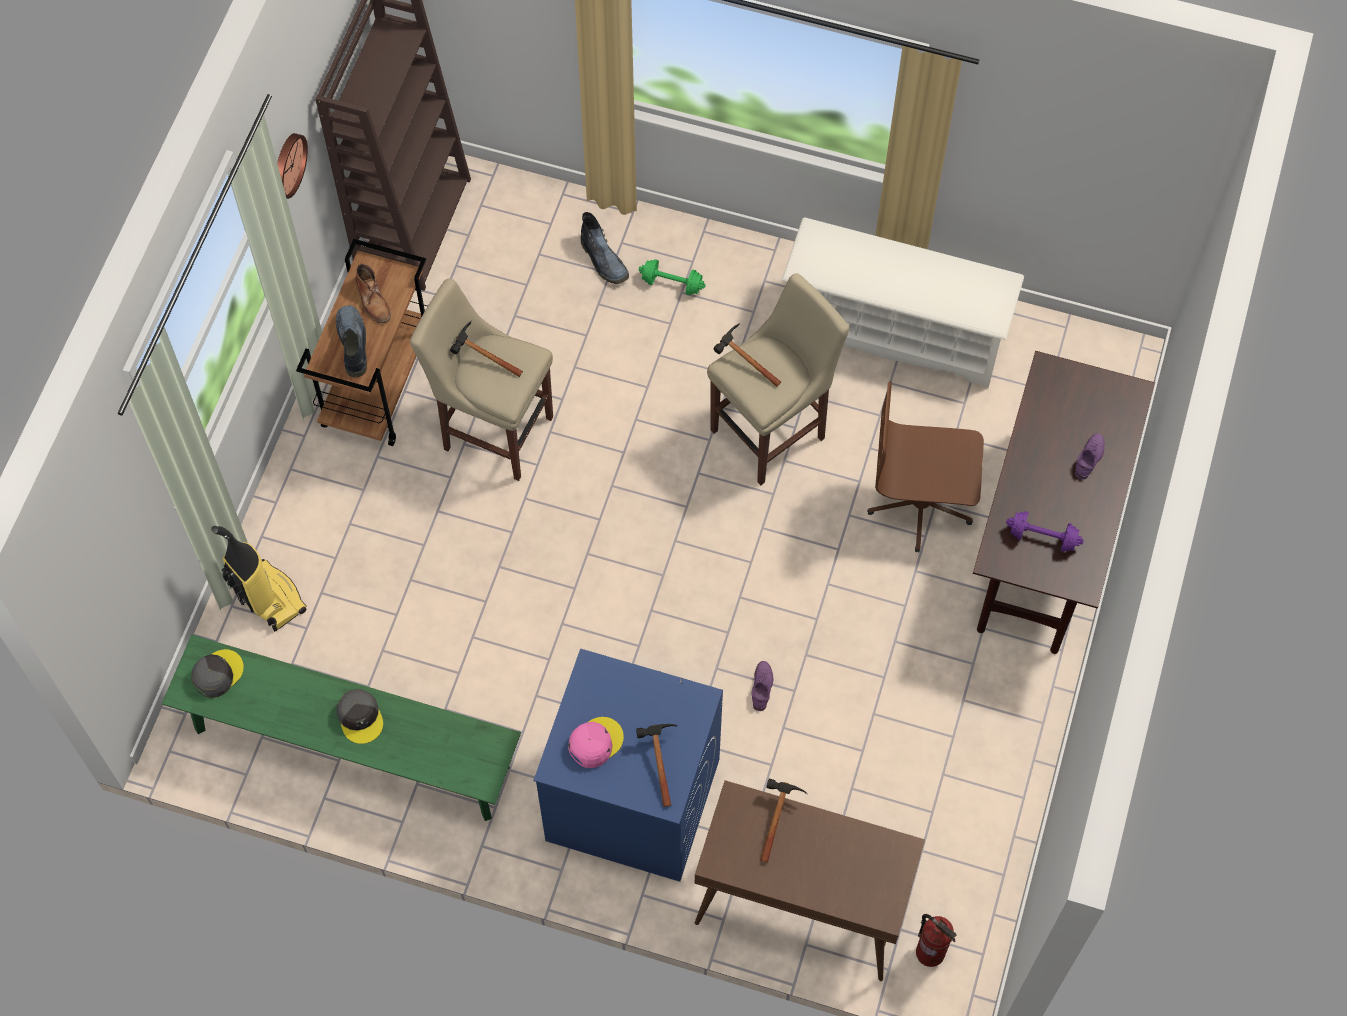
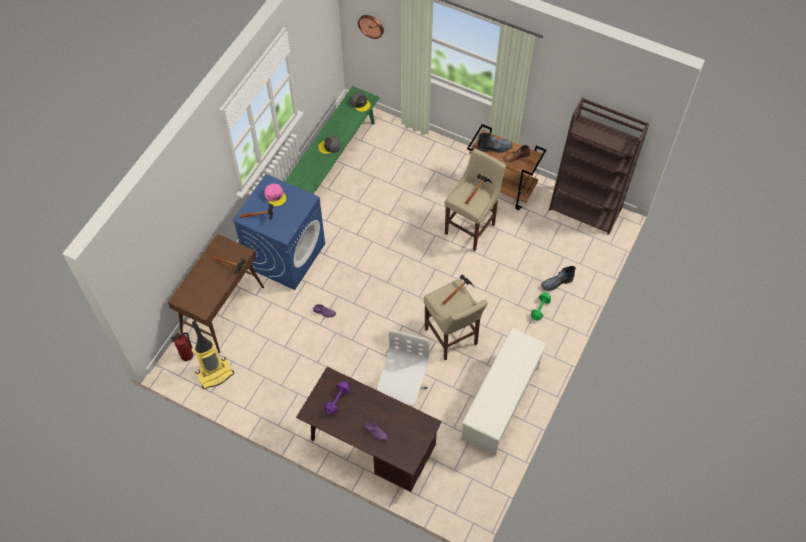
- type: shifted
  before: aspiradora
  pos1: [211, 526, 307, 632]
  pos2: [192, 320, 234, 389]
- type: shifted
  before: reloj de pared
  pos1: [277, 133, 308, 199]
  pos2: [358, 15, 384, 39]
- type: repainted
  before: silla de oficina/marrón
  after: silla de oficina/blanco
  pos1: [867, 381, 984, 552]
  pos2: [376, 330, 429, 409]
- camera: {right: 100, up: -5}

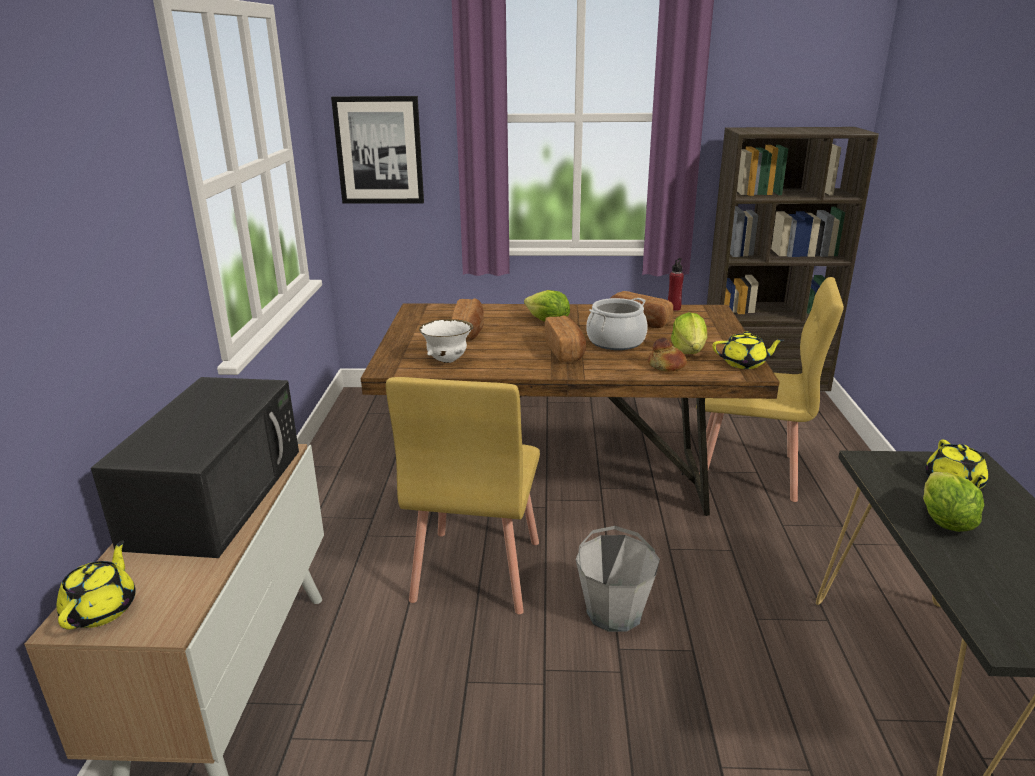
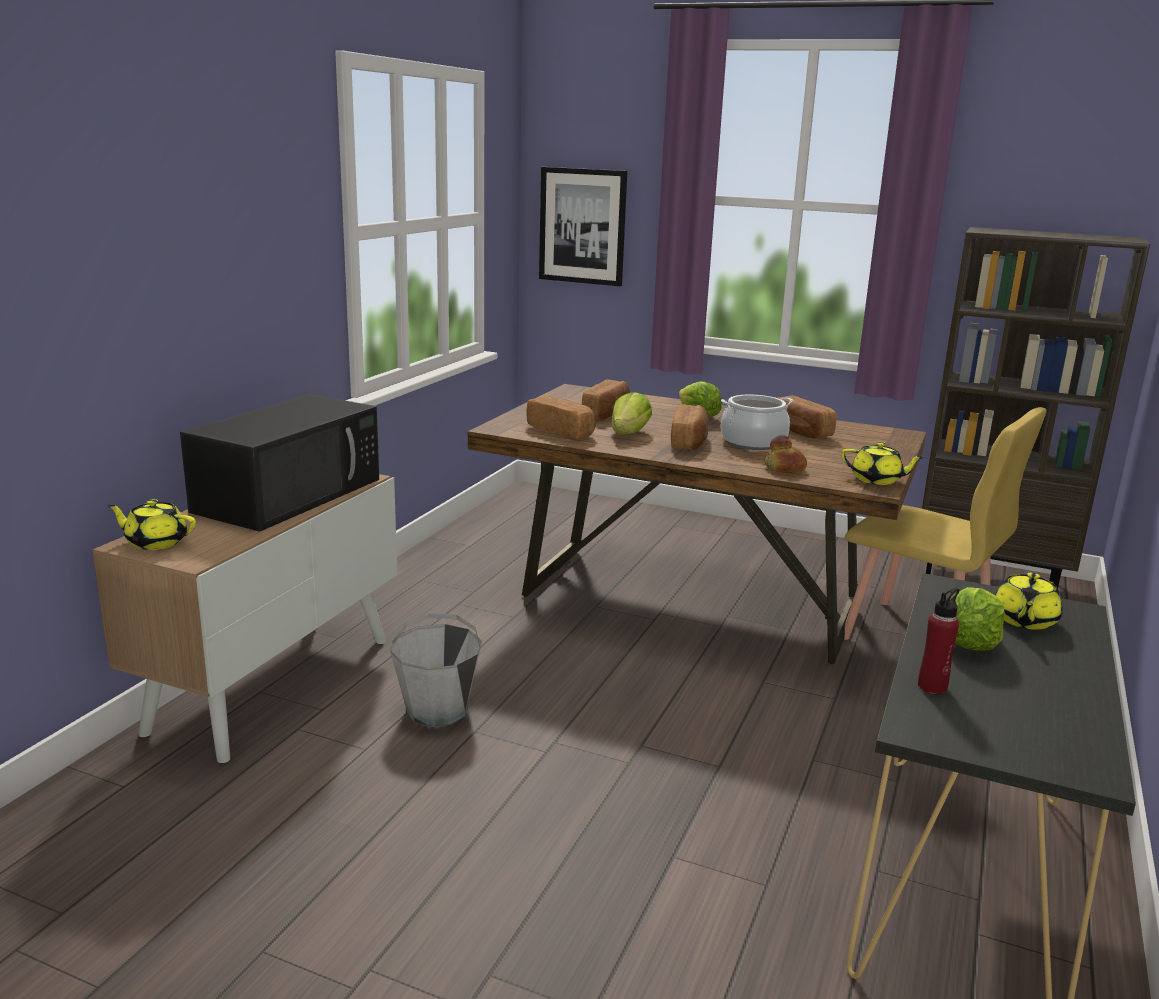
- type: rotated
  before: tetera/amarillo
  pos1: [57, 540, 136, 629]
  pos2: [107, 499, 196, 550]
  turn: -105
- type: gone
  before: silla/amarillo
  pos1: [386, 377, 540, 614]
- type: swapped
  before: cuenco/blanco
  after: pan
  pos1: [419, 319, 473, 363]
  pos2: [526, 396, 596, 439]
- type: shifted
  before: cubo/gris
  pos1: [576, 526, 660, 632]
  pos2: [390, 613, 482, 727]
- type: shifted
  before: botella/rojo
  pos1: [668, 258, 684, 311]
  pos2: [918, 588, 959, 694]
- type: shifted
  before: lechuga
  pos1: [671, 312, 707, 354]
  pos2: [611, 392, 652, 434]
- camera: {right: 20, up: -5}

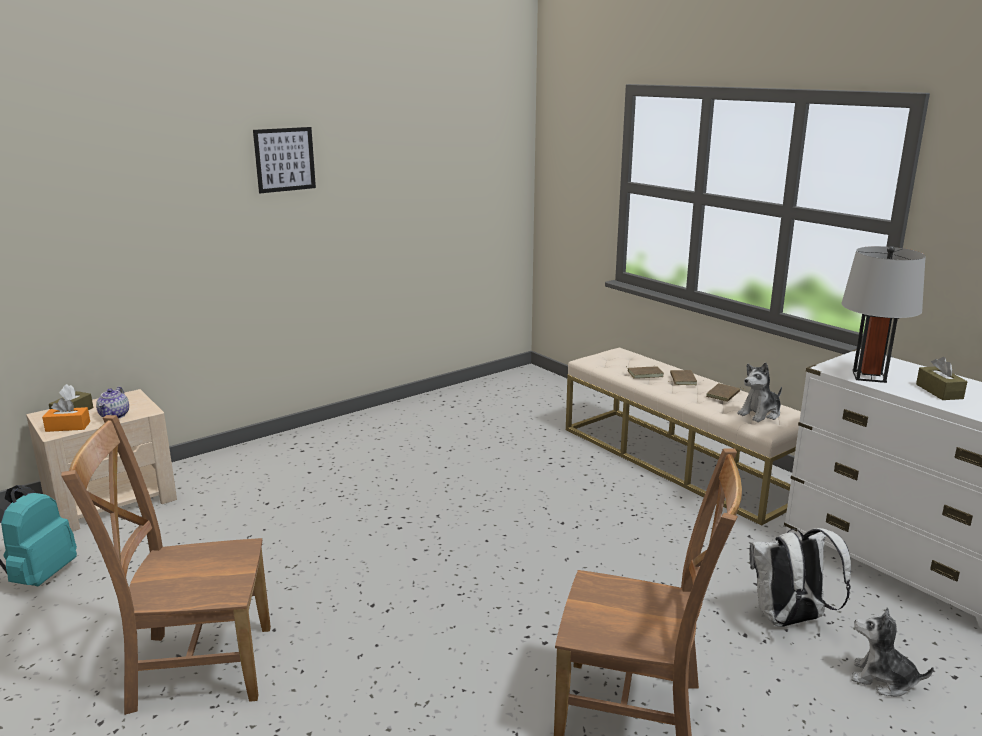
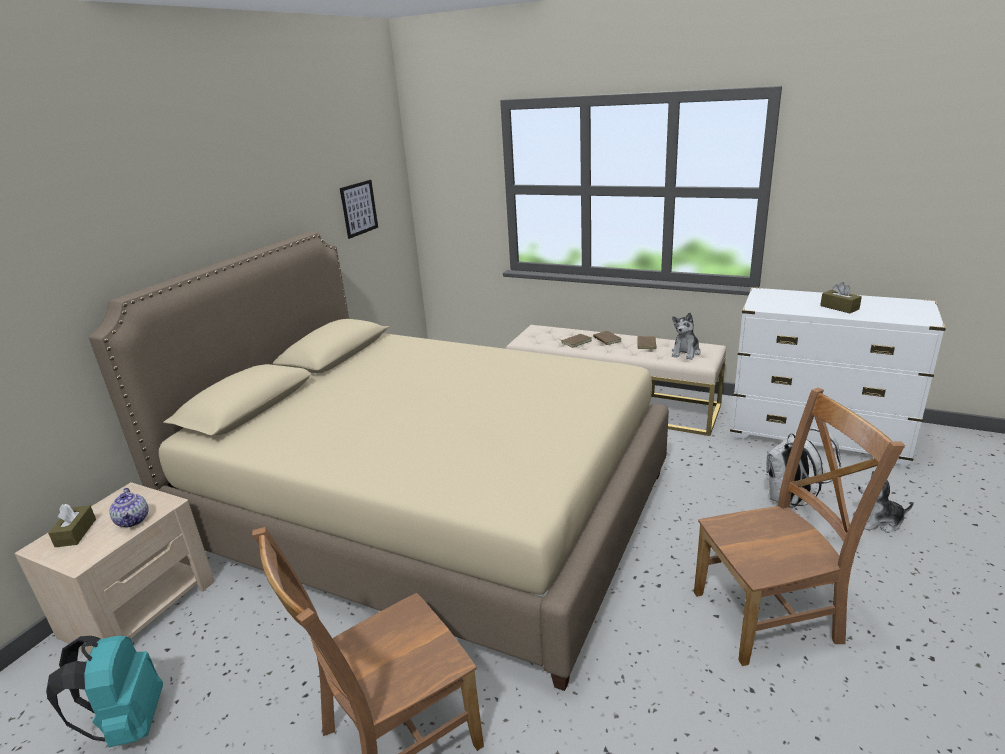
- type: gone
  before: caja de pañuelos/naranja
  pos1: [42, 398, 90, 432]
- type: shifted
  before: cuadro
  pos1: [253, 127, 316, 193]
  pos2: [340, 180, 378, 239]
- type: gone
  before: lámpara de mesa/gris
  pos1: [842, 246, 926, 383]
- type: new
  after: cama/beis
  pos2: [89, 232, 669, 691]
- camera: {right: -25, up: 5}

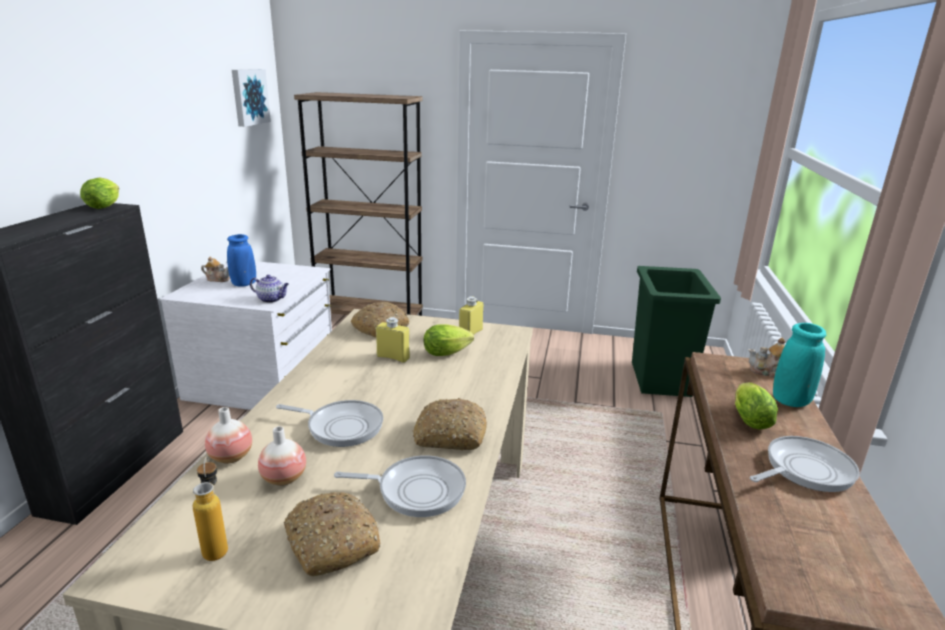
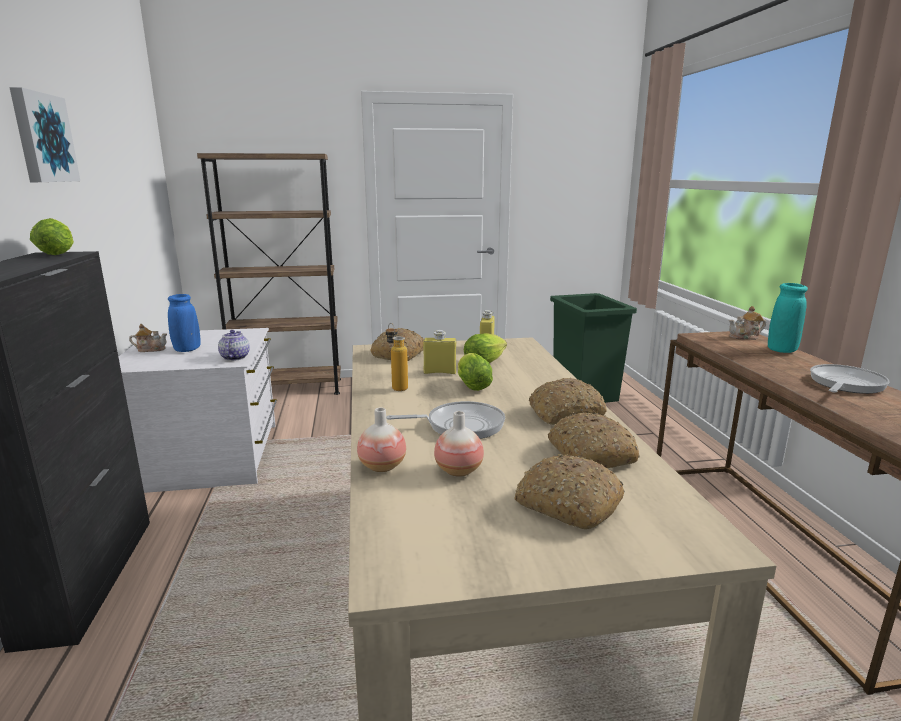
- type: shifted
  before: botella
  pos1: [193, 456, 228, 561]
  pos2: [386, 323, 408, 391]
- type: shifted
  before: cuadro
  pos1: [232, 69, 271, 127]
  pos2: [9, 87, 80, 182]
- type: rotated
  before: tetera
  pos1: [250, 275, 289, 303]
  pos2: [218, 330, 250, 361]
  turn: -90
- type: swapped
  before: sartén
  after: pan
  pos1: [334, 455, 466, 517]
  pos2: [548, 413, 640, 468]
- type: shifted
  before: lechuga
  pos1: [735, 382, 778, 430]
  pos2: [458, 353, 493, 391]
- camera: {right: -20, up: -5}

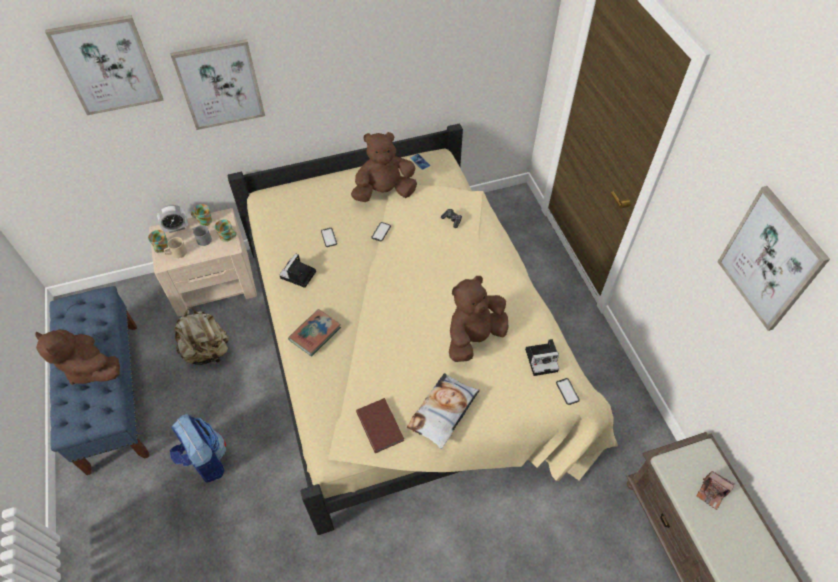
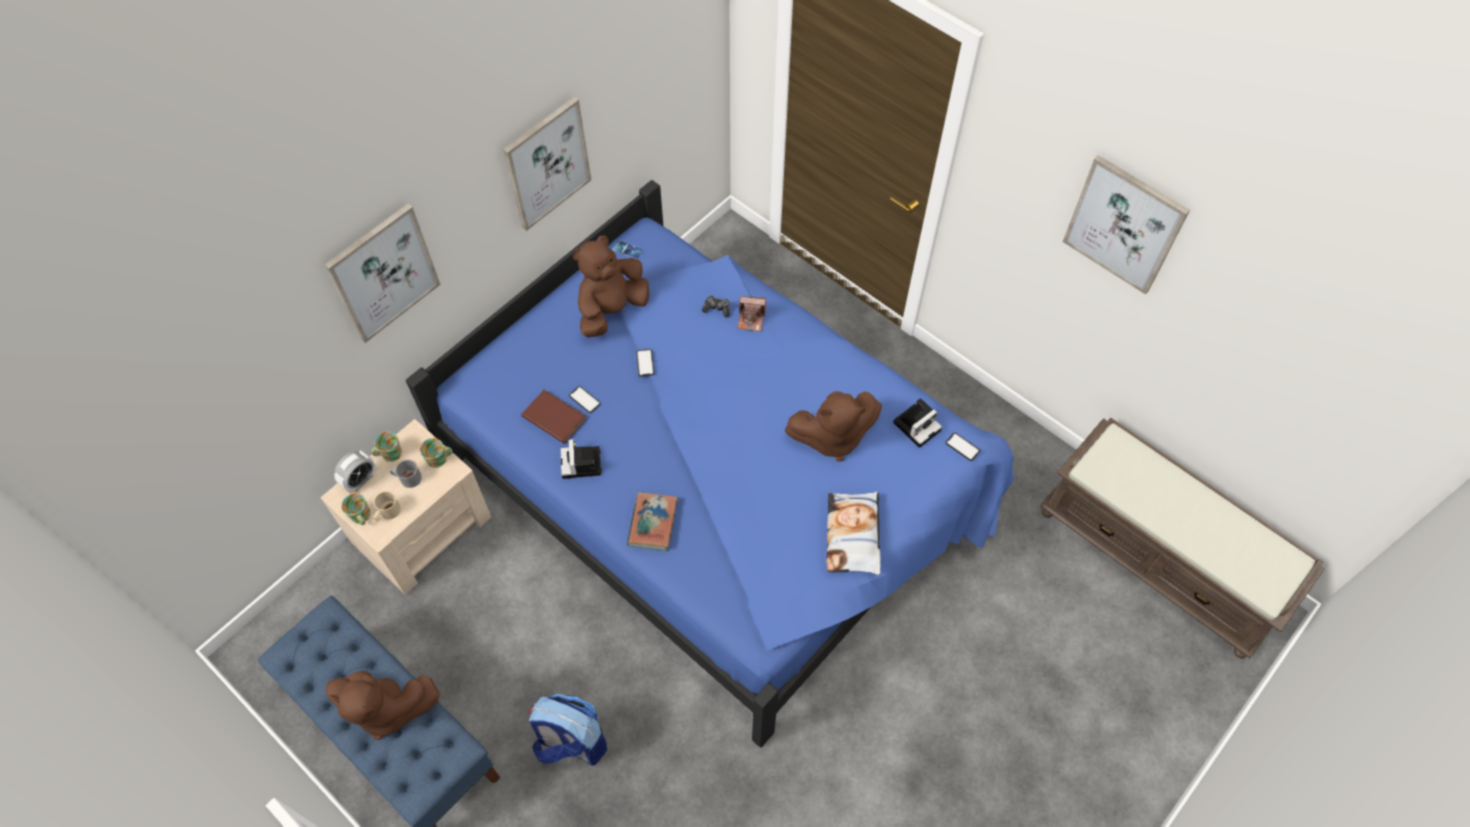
- type: shifted
  before: cuadro
  pos1: [45, 15, 163, 115]
  pos2: [503, 97, 591, 231]
- type: gone
  before: mochila/beis
  pos1: [174, 307, 229, 366]
- type: repainted
  before: cama/beis
  after: cama/azul
  pos1: [227, 124, 618, 535]
  pos2: [406, 180, 1014, 748]
- type: shifted
  before: libro/marrón
  pos1: [356, 398, 404, 453]
  pos2: [521, 390, 586, 444]
- type: rotated
  before: peluche/marrón
  pos1: [449, 276, 509, 362]
  pos2: [785, 391, 882, 462]
  turn: -120
- type: shifted
  before: cámara
  pos1: [696, 471, 735, 510]
  pos2: [738, 296, 766, 331]
- camera: {right: -30, up: 5}

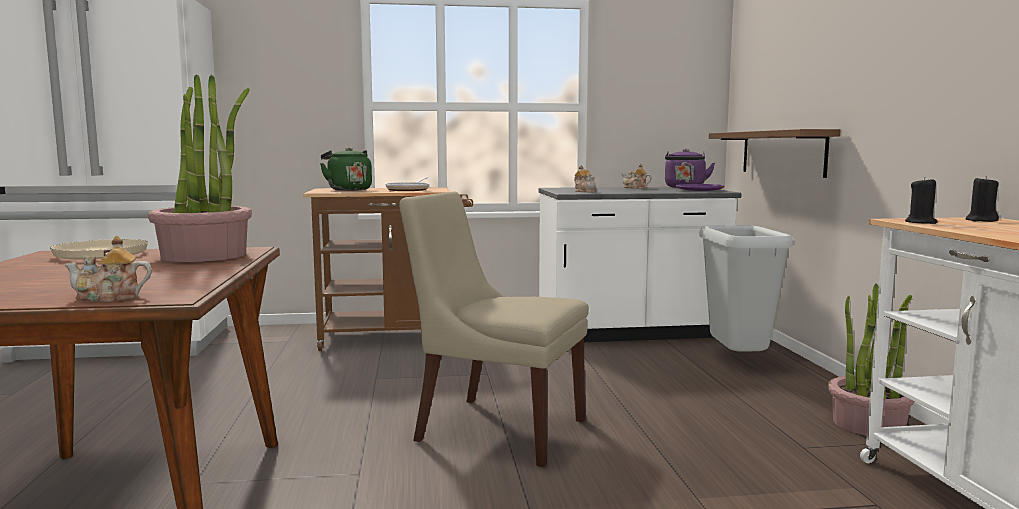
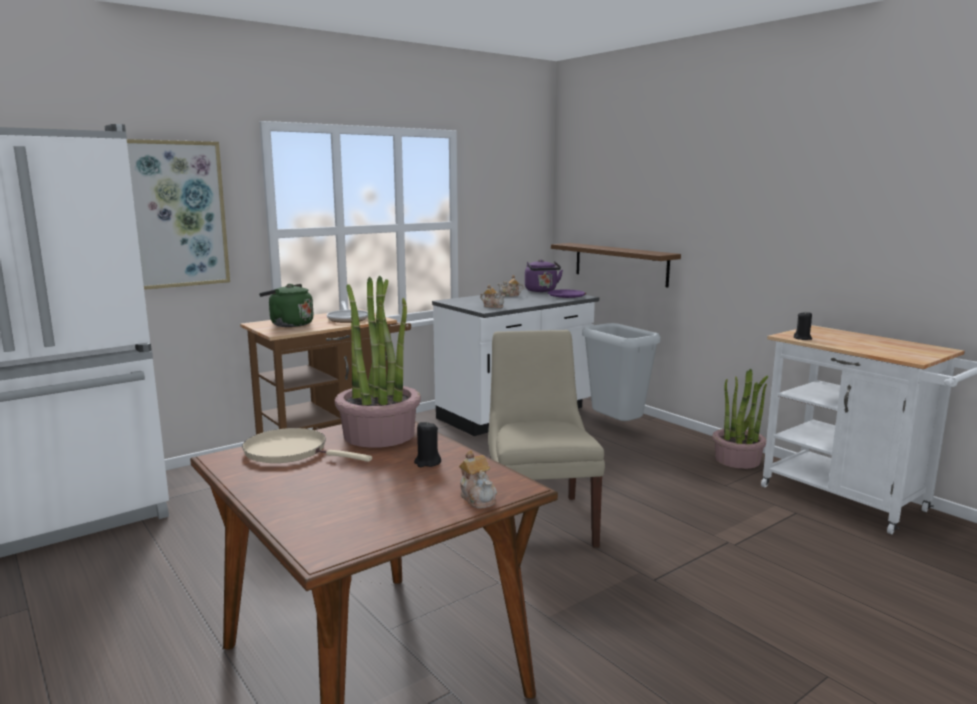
- type: rotated
  before: tetera
  pos1: [64, 236, 152, 302]
  pos2: [459, 450, 497, 509]
  turn: -75
- type: rotated
  before: silla/beis
  pos1: [399, 191, 589, 467]
  pos2: [488, 330, 605, 548]
  turn: 90
- type: shifted
  before: vela/negro
  pos1: [966, 176, 999, 222]
  pos2: [414, 421, 441, 467]
- type: new
  after: cuadro
  pos2: [127, 139, 230, 290]
- camera: {right: -30, up: 5}

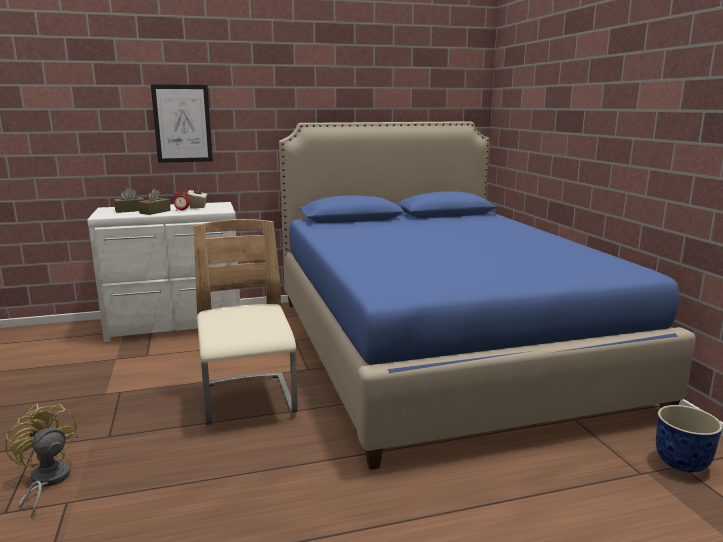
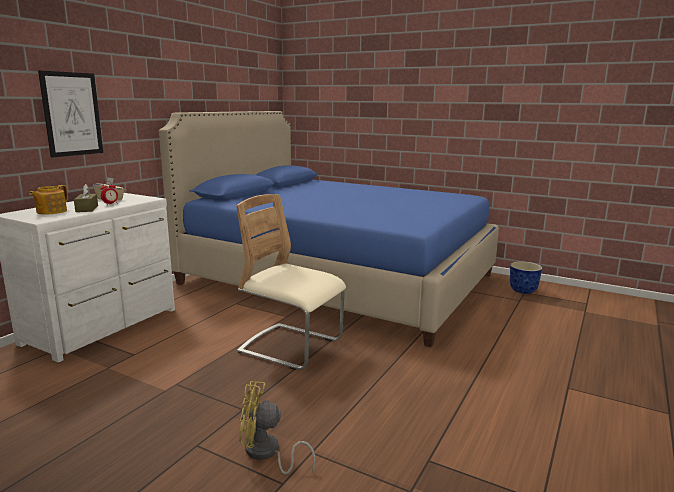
- type: swapped
  before: caja de pañuelos/marrón
  after: tetera
  pos1: [114, 188, 144, 213]
  pos2: [29, 185, 68, 214]
- camera: {right: -45, up: 0}

